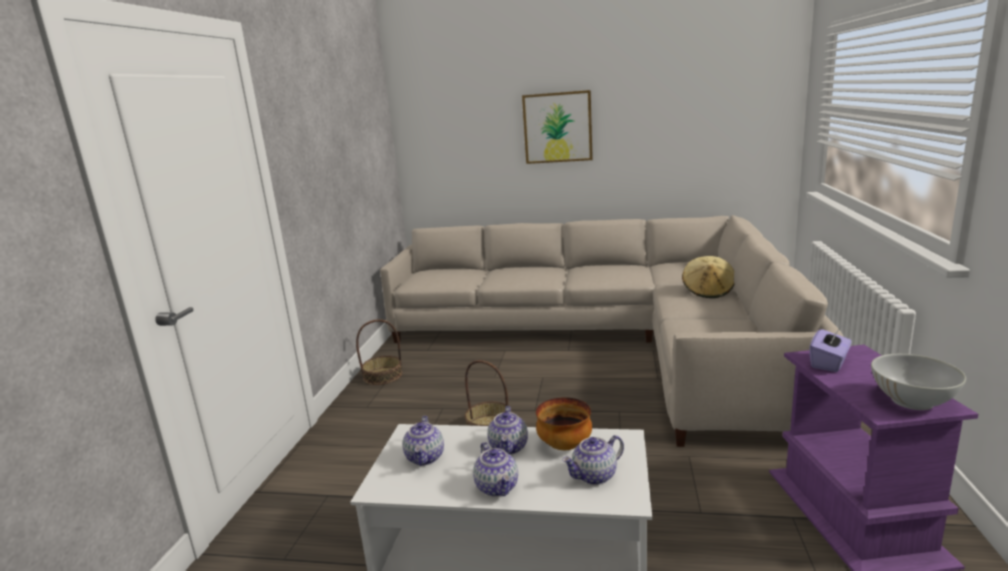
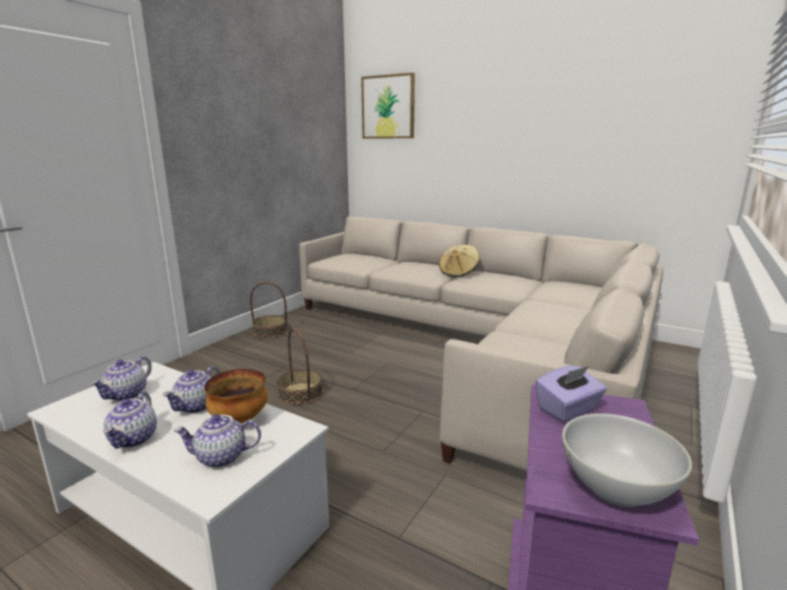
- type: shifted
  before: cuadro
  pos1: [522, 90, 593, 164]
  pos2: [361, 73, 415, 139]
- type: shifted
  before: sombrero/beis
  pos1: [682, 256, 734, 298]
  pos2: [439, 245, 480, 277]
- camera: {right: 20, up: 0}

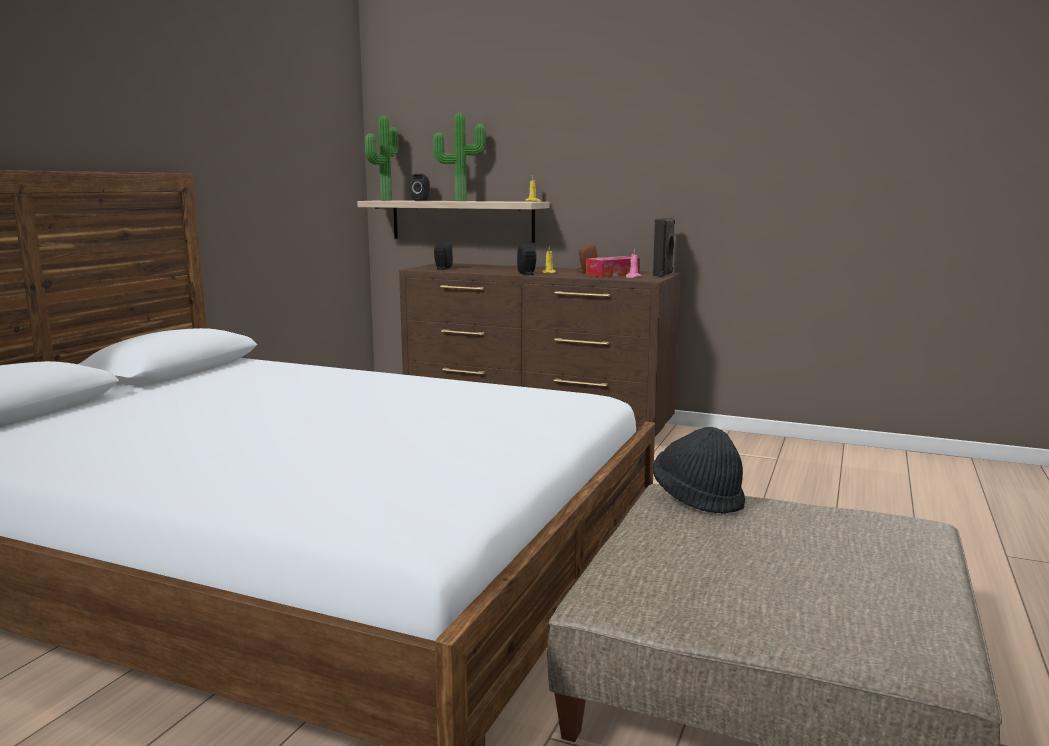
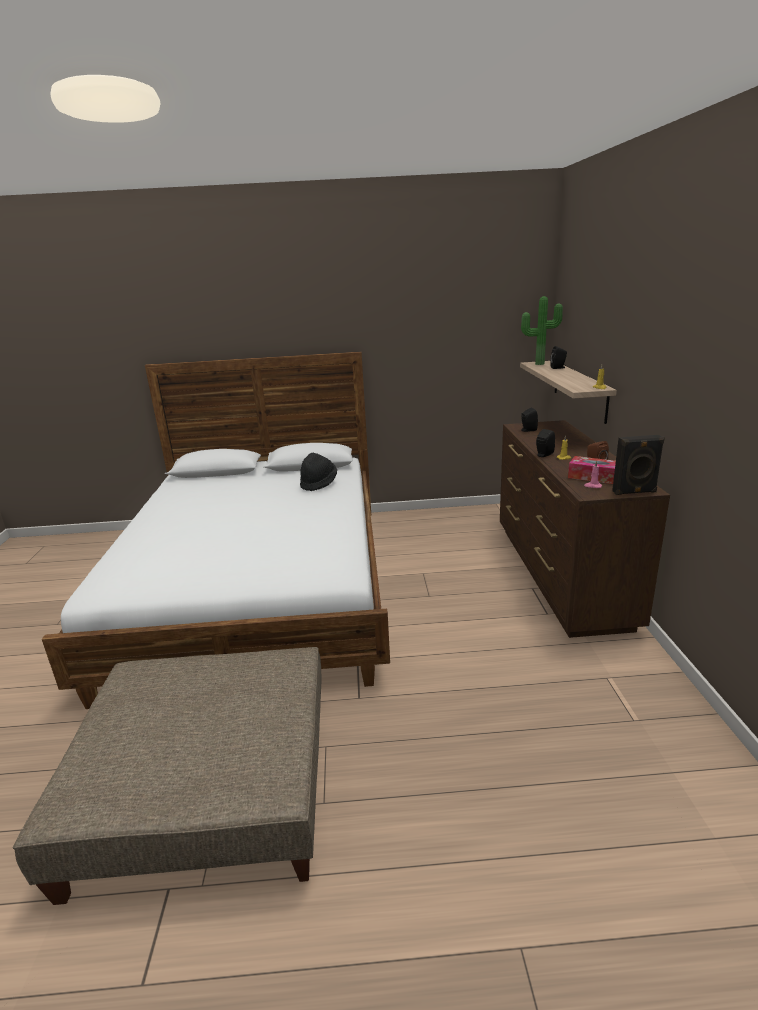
- type: gone
  before: planta en maceta
  pos1: [433, 113, 486, 201]
- type: shifted
  before: sombrero/negro
  pos1: [653, 427, 745, 514]
  pos2: [300, 453, 337, 491]
- camera: {right: 65, up: 10}

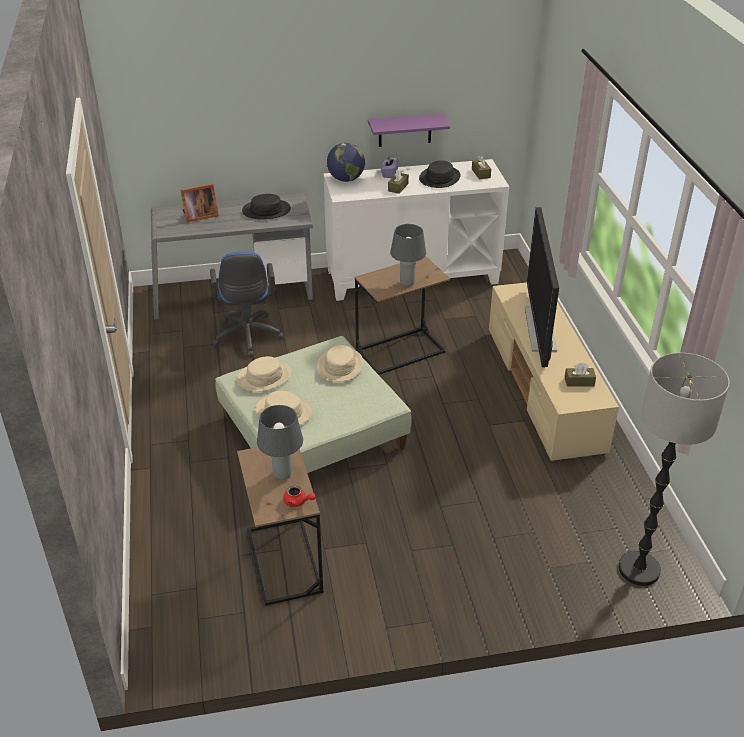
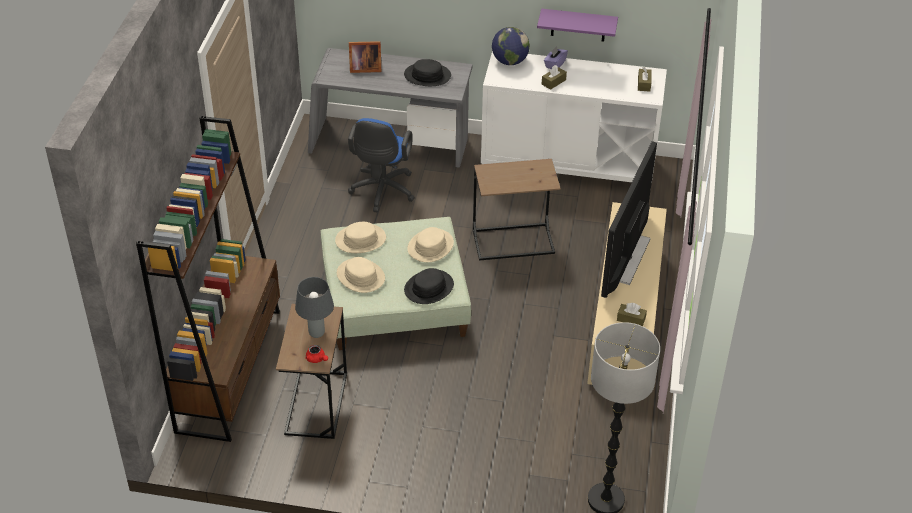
- type: gone
  before: lámpara de mesa/gris
  pos1: [390, 224, 426, 286]
- type: shifted
  before: sombrero/negro
  pos1: [419, 161, 461, 188]
  pos2: [404, 268, 454, 304]
- type: new
  after: estantería/marrón
  pos2: [136, 116, 280, 442]
- camera: {right: 20, up: 5}

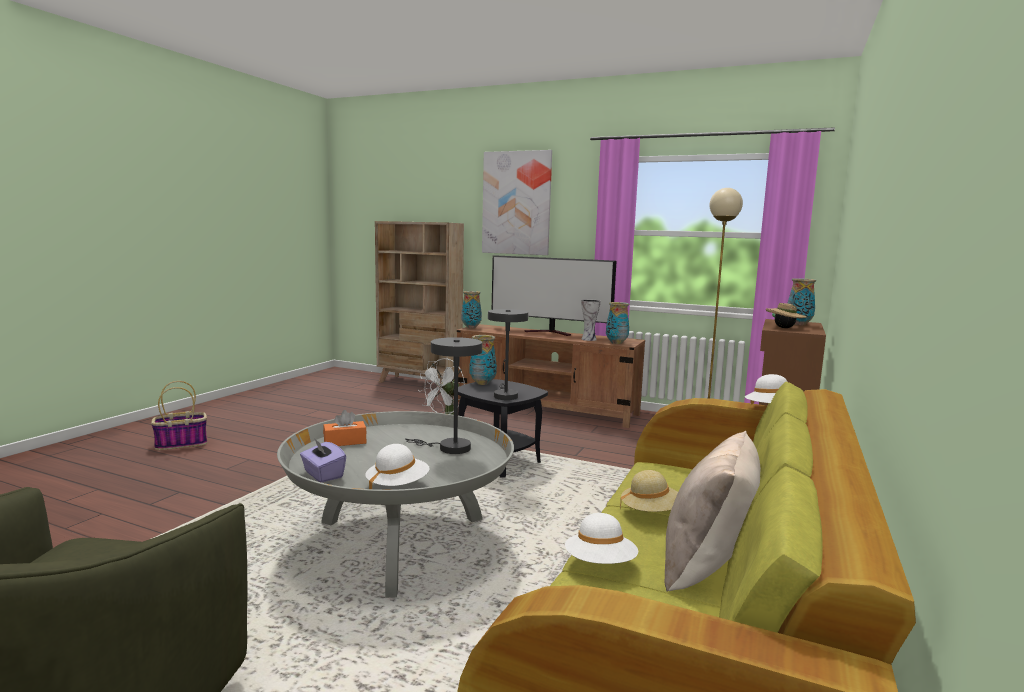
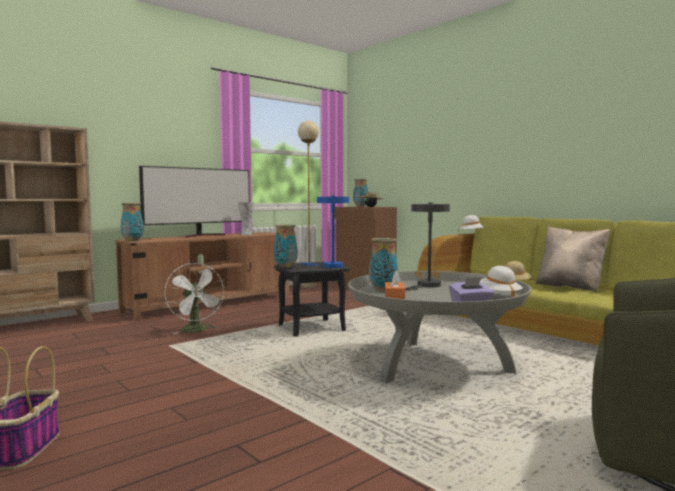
- type: gone
  before: cuadro
  pos1: [482, 150, 552, 255]
- type: repainted
  before: lámpara de mesa/gris
  after: lámpara de mesa/azul
  pos1: [488, 309, 528, 400]
  pos2: [301, 195, 349, 268]
- type: gone
  before: sombrero/blanco
  pos1: [565, 513, 638, 564]
- type: shifted
  before: florero
  pos1: [606, 302, 629, 344]
  pos2: [369, 238, 398, 291]
- camera: {right: -65, up: -5}

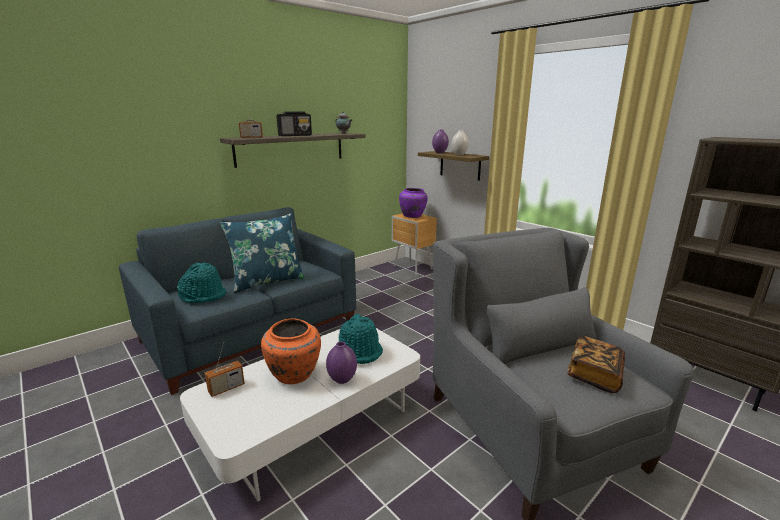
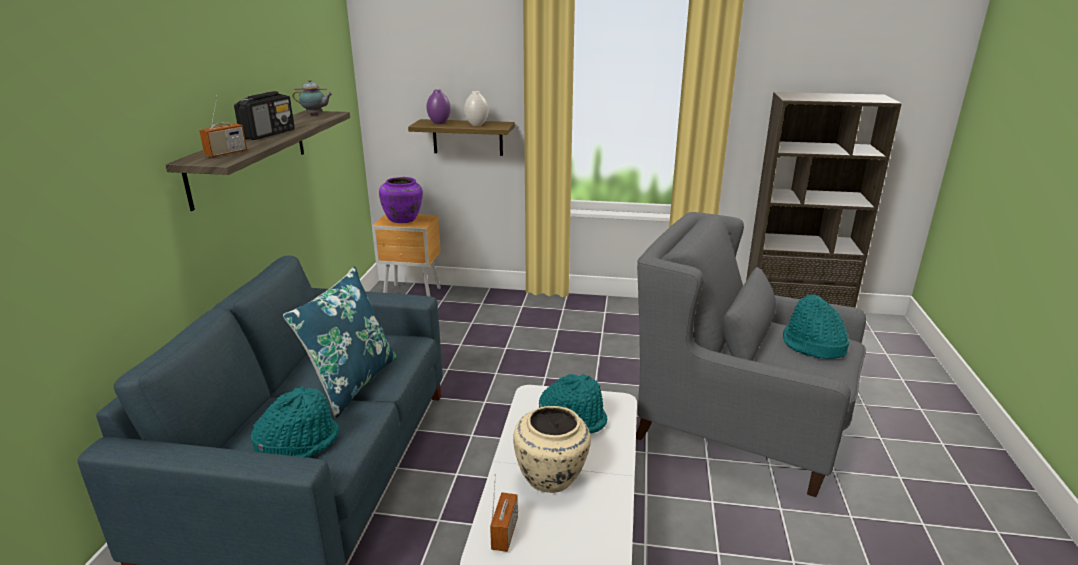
- type: repainted
  before: florero/naranja
  after: florero/beis
  pos1: [261, 319, 321, 384]
  pos2: [513, 406, 591, 493]
- type: gone
  before: florero/morado
  pos1: [326, 341, 357, 384]
- type: swapped
  before: libro
  after: sombrero/turquesa
  pos1: [567, 335, 625, 393]
  pos2: [783, 294, 850, 359]
- camera: {right: -40, up: 5}

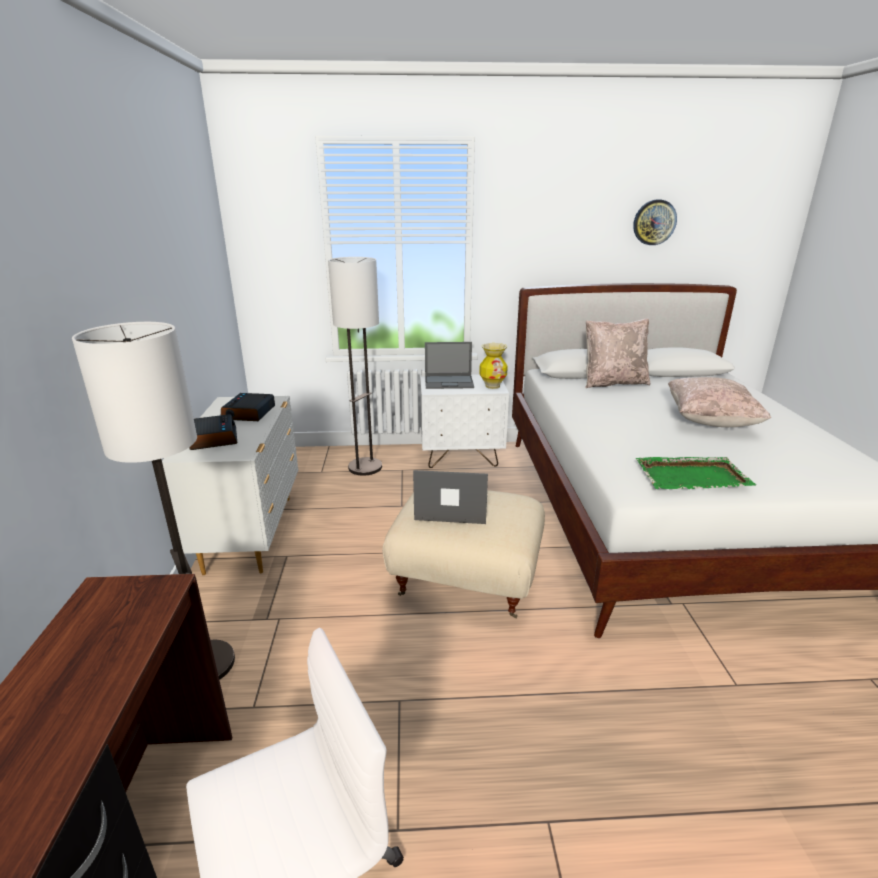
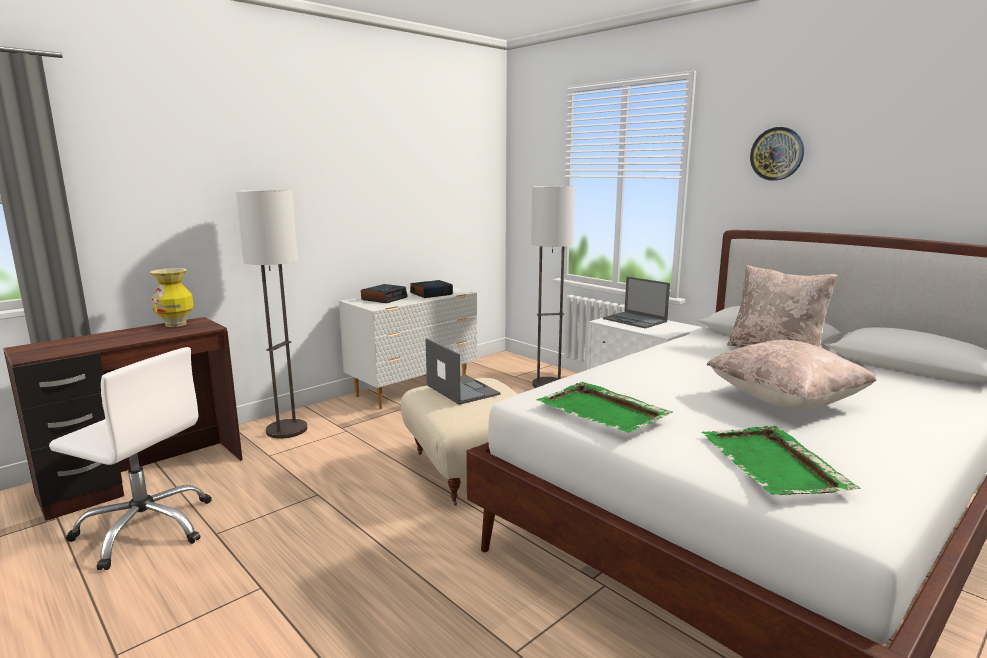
- type: shifted
  before: florero
  pos1: [479, 343, 508, 389]
  pos2: [149, 268, 194, 327]
- type: shifted
  before: reloj de pared
  pos1: [633, 200, 677, 245]
  pos2: [750, 127, 804, 181]
- type: new
  after: bandeja/verde
  pos2: [701, 426, 861, 495]
- camera: {right: 50, up: -10}

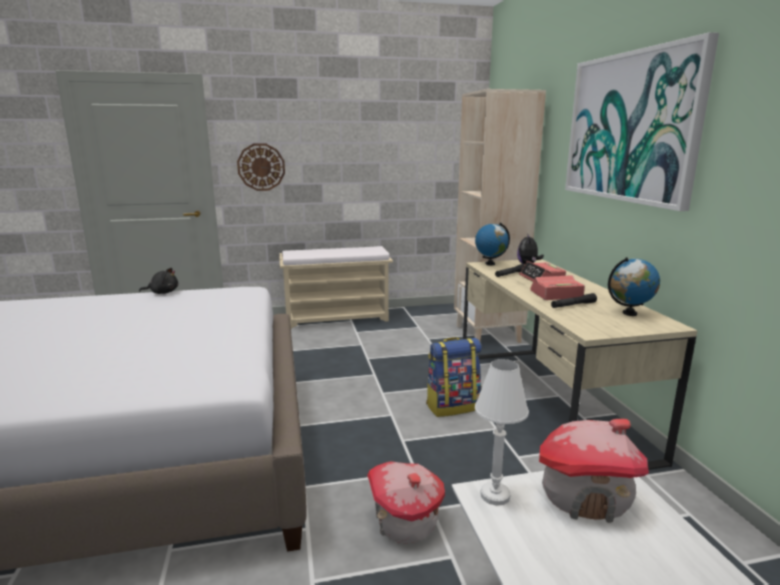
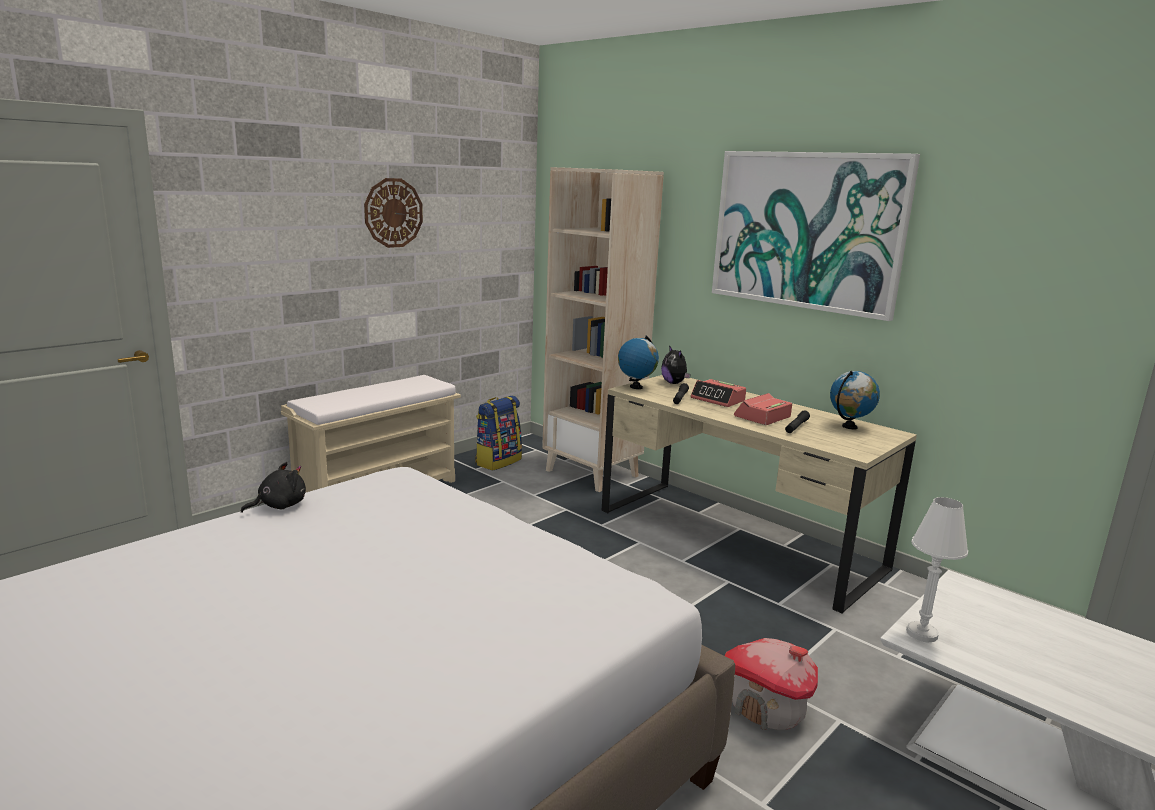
- type: shifted
  before: reloj de pared
  pos1: [237, 143, 285, 191]
  pos2: [364, 178, 423, 248]
- type: shifted
  before: mochila
  pos1: [426, 337, 482, 417]
  pos2: [475, 396, 522, 471]
- type: gone
  before: casita
  pos1: [539, 419, 649, 523]
- camera: {right: -35, up: 0}

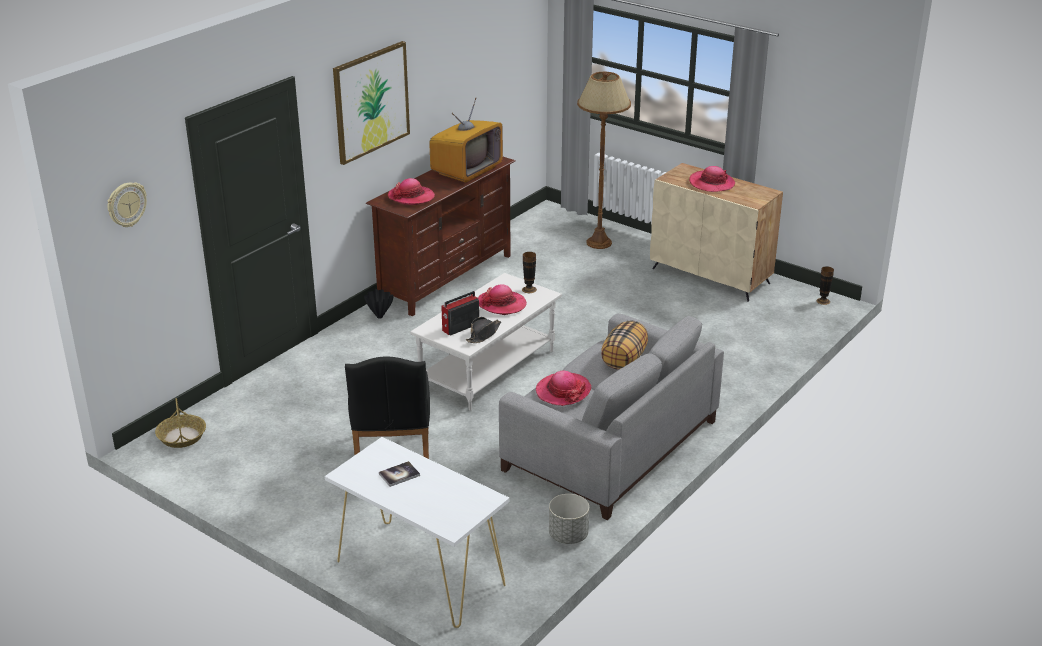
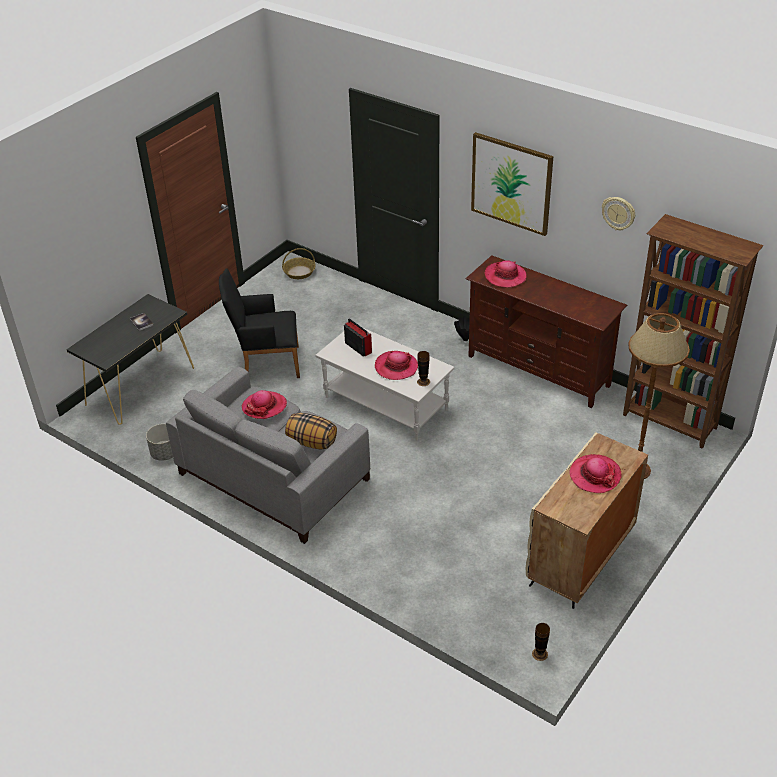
- type: shifted
  before: reloj de pared
  pos1: [107, 182, 147, 227]
  pos2: [602, 197, 635, 230]
- type: repainted
  before: mesa consola/blanco
  after: mesa consola/negro
  pos1: [325, 437, 510, 628]
  pos2: [67, 294, 194, 425]
- type: gone
  before: televisor
  pos1: [429, 98, 503, 183]
- type: gone
  before: sombrero/negro
  pos1: [466, 317, 501, 343]
- type: new
  after: estantería/marrón
  pos2: [623, 214, 764, 449]
- camera: {right: 90, up: 10}

